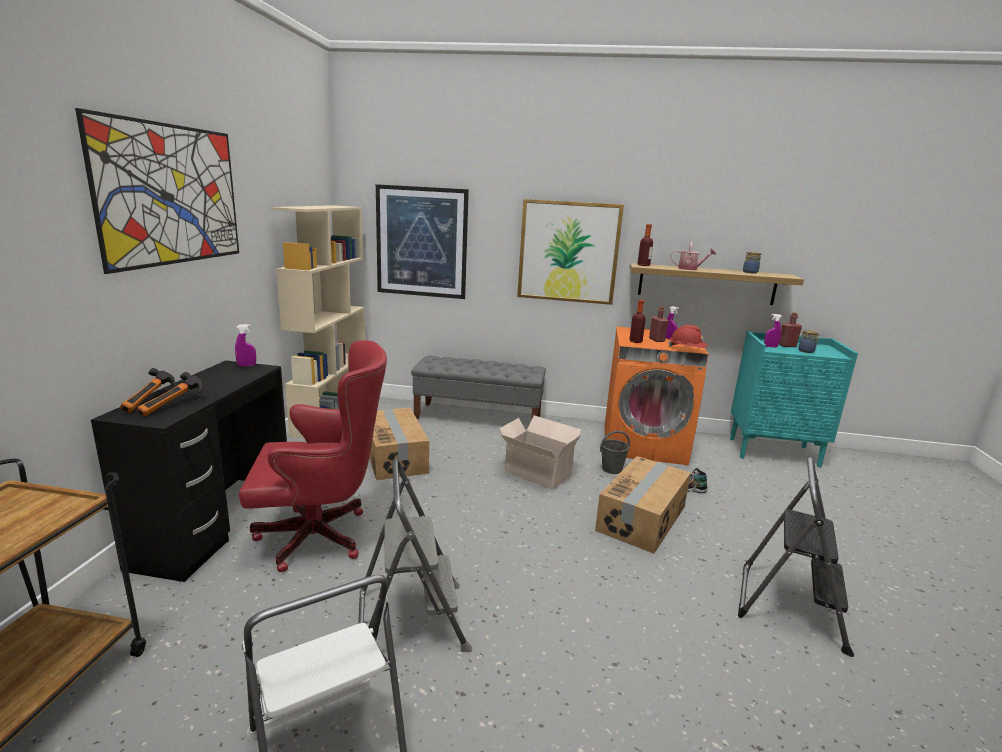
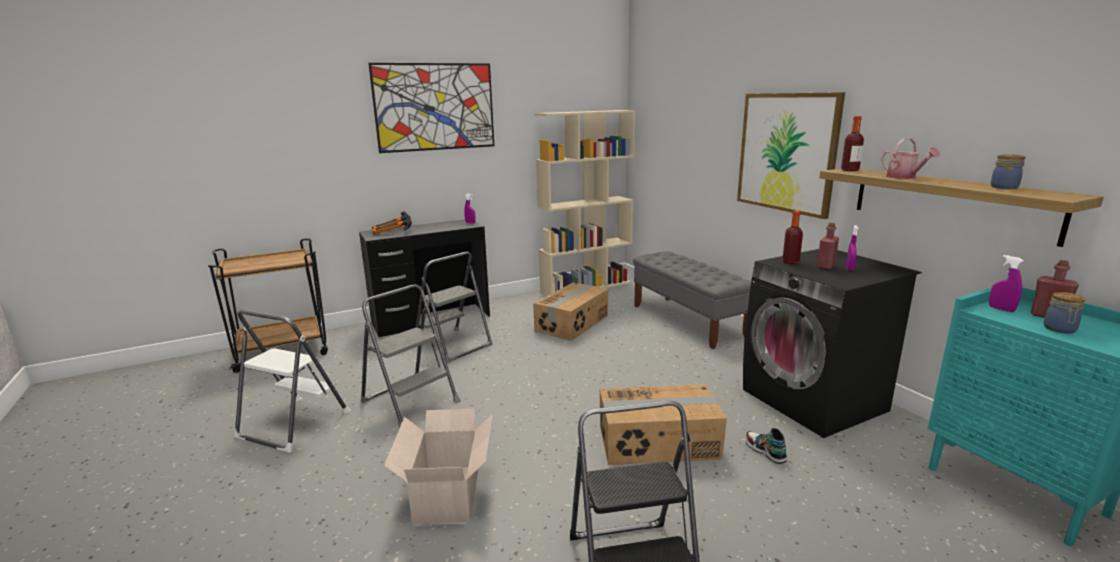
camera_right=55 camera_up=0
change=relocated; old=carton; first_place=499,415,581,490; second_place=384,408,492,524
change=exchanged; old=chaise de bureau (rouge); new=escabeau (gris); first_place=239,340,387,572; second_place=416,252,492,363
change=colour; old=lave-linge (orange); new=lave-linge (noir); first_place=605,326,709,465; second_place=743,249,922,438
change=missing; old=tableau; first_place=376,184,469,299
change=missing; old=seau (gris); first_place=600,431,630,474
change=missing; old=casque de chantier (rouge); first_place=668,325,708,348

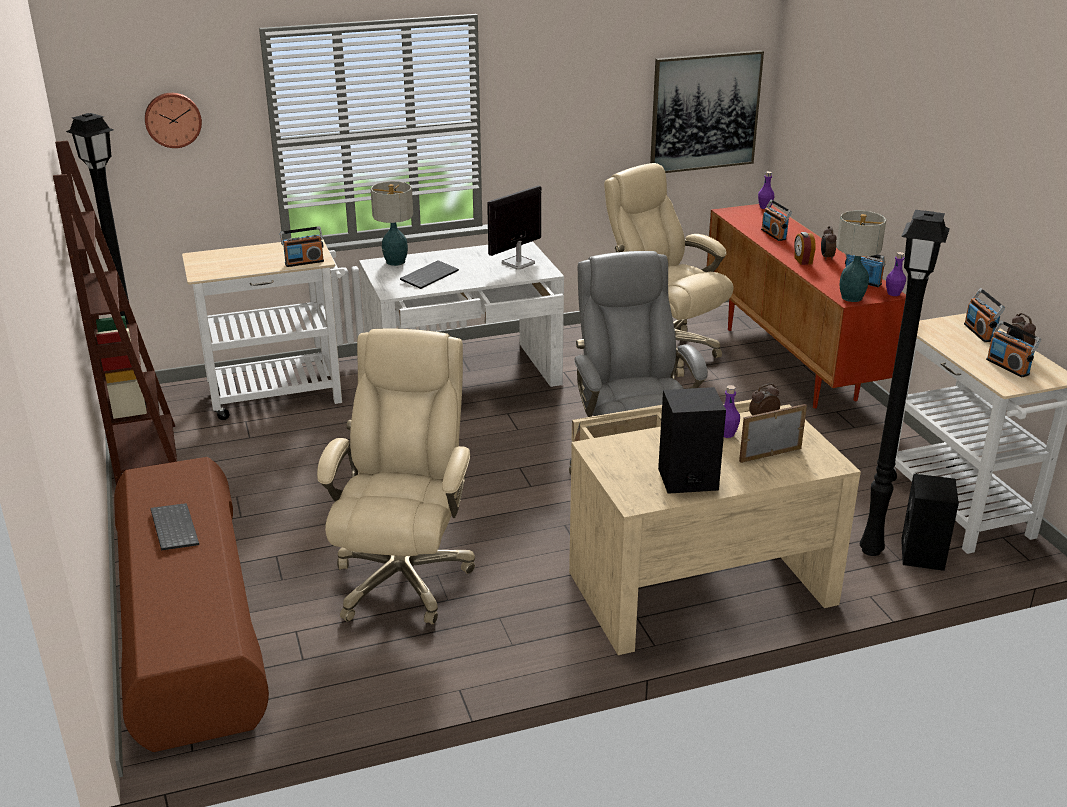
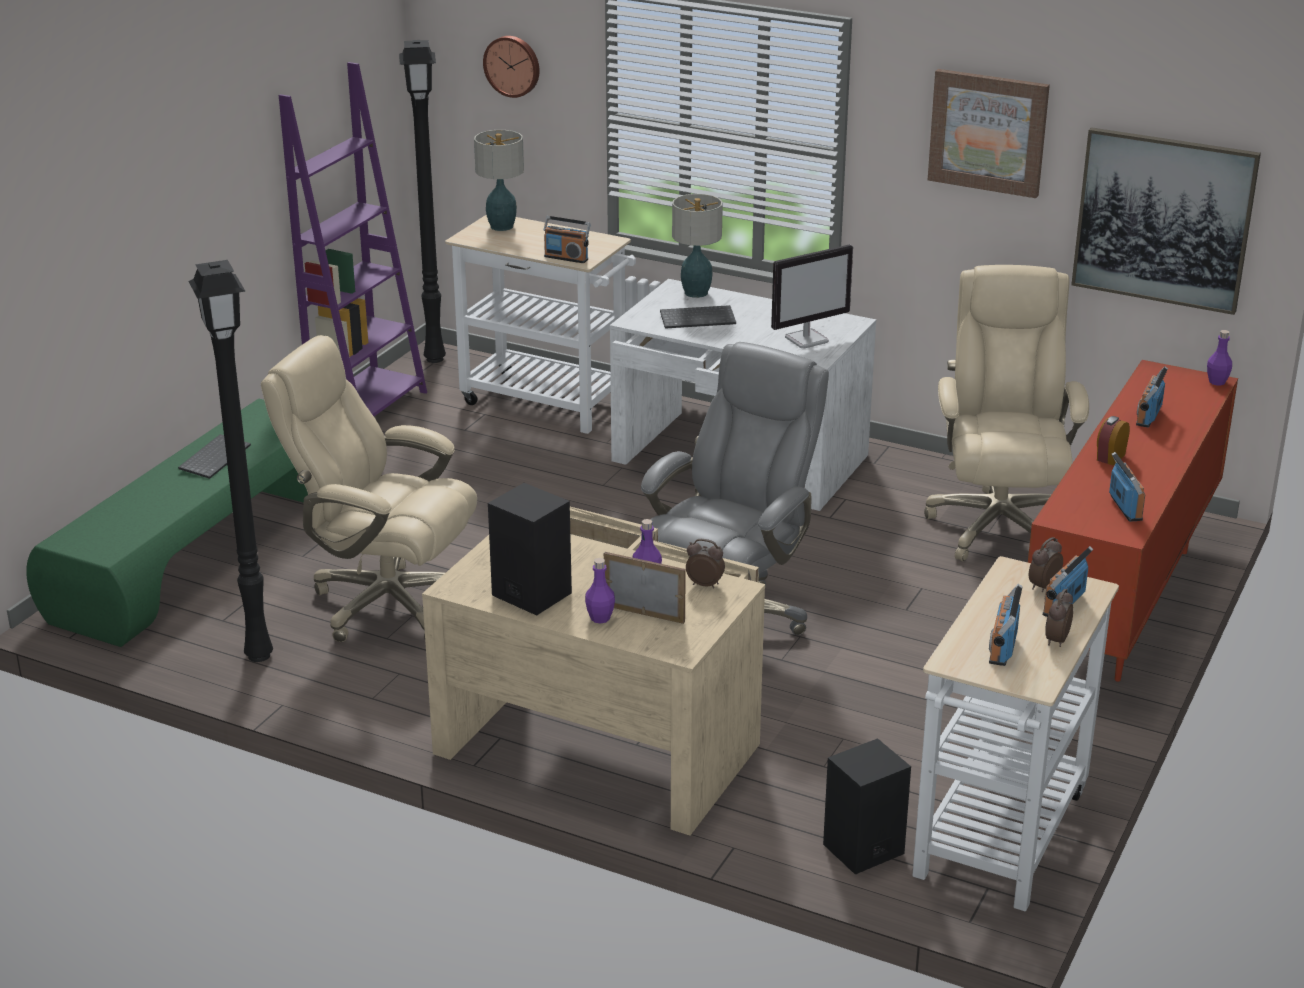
camera_right=45 camera_up=0
change=colour; old=banc (marron); new=banc (vert); first_place=114,457,269,752; second_place=26,399,308,647
change=relocated; old=lampadaire (noir); first_place=860,210,950,556; second_place=188,260,273,662
change=spun; old=chaise de bureau (beige); first_place=317,329,475,624; second_place=261,335,477,642; degrees=-120
change=colour; old=bibliothèque (marron); new=bibliothèque (violet); first_place=53,141,177,485; second_place=279,62,427,416
change=relocated; old=lampe de table; first_place=836,211,886,302; second_place=474,130,524,231
change=relocated; old=bouteille (violet); first_place=886,252,906,296; second_place=585,558,615,624
change=spun; old=écran d'ordinateur; first_place=487,185,541,270; second_place=771,244,853,348; degrees=150
change=appeared; new=tableau; second_place=928,69,1050,198
change=relocated; old=réveil; first_place=821,226,837,260; second_place=1029,537,1063,592

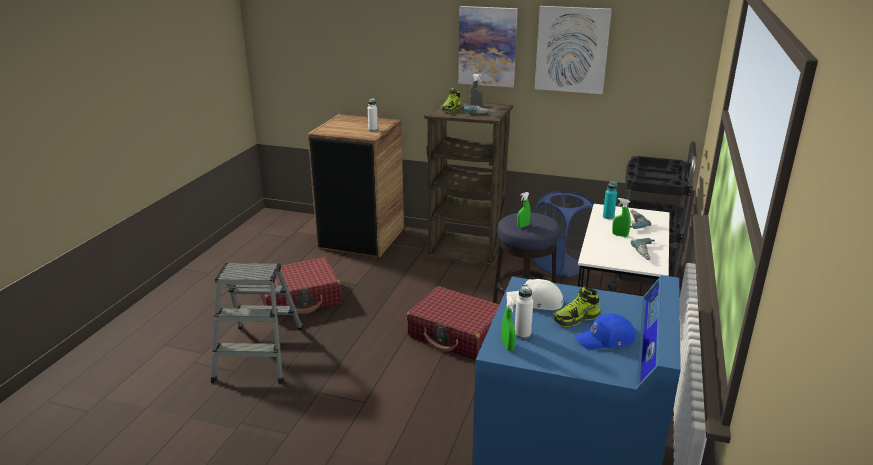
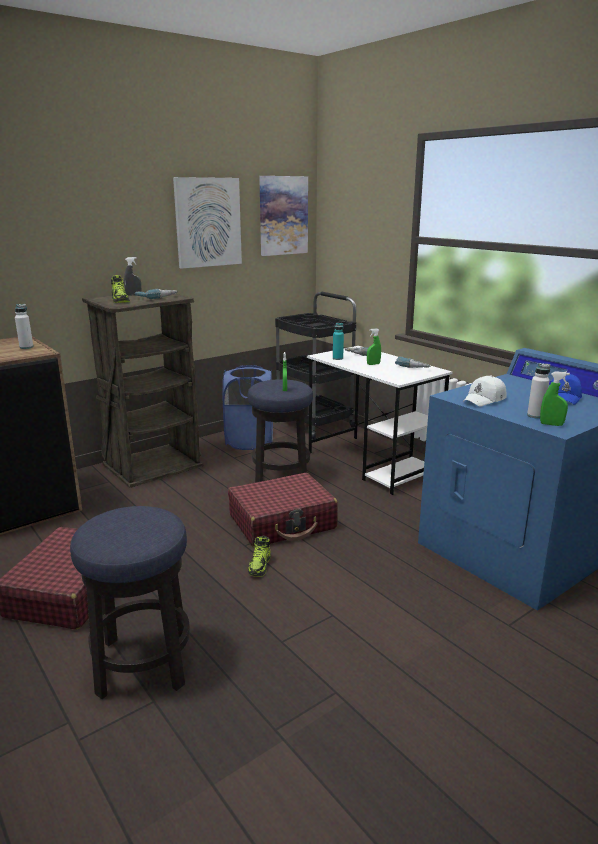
camera_right=-55 camera_up=-5
change=exchanged; old=escabeau (gris); new=tabouret; first_place=211,263,303,384; second_place=70,506,190,699
change=relocated; old=chaussure; first_place=553,287,600,327; second_place=248,536,271,577
change=relocated; old=tableau; first_place=458,6,518,88; second_place=259,176,308,256

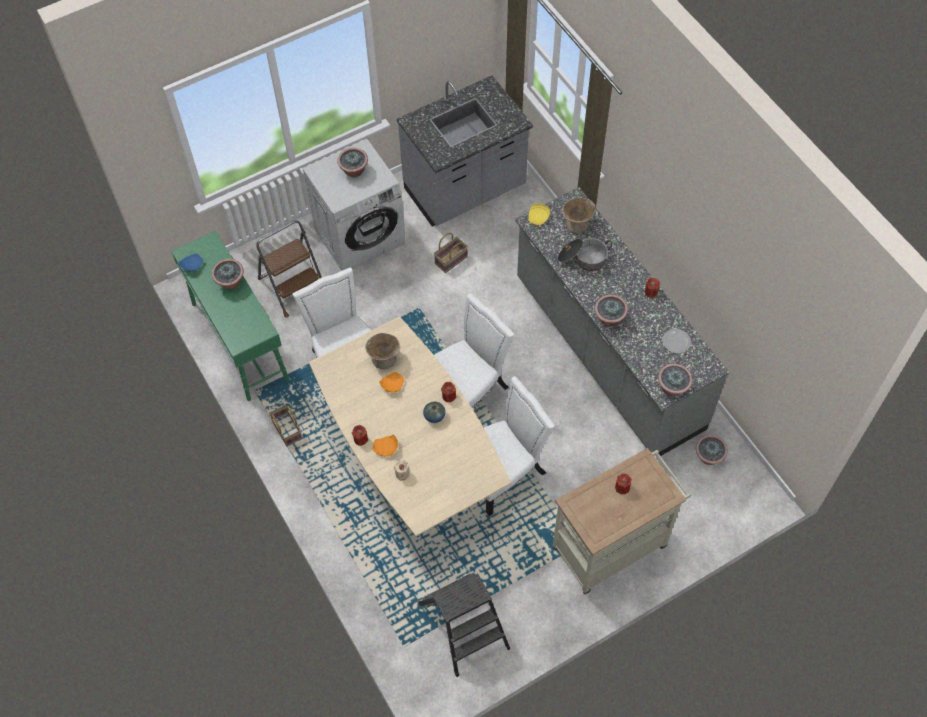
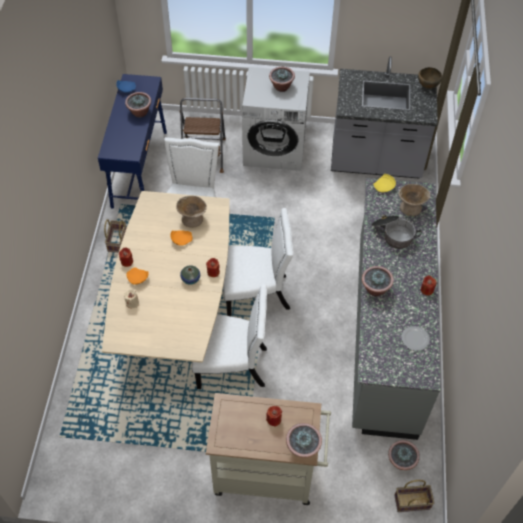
camera_right=35 camera_up=-5
change=colour; old=table console (vert); new=table console (bleu); first_place=171,231,290,401; second_place=98,74,167,209
change=relocated; old=plante en pot; first_place=658,364,692,396; second_place=286,423,322,458
change=relocated; old=panier; first_place=434,233,468,273; second_place=394,480,434,512
change=appeared; new=bol (marron); second_place=418,67,442,89
change=missing; old=escabeau (noir); first_place=417,573,510,677

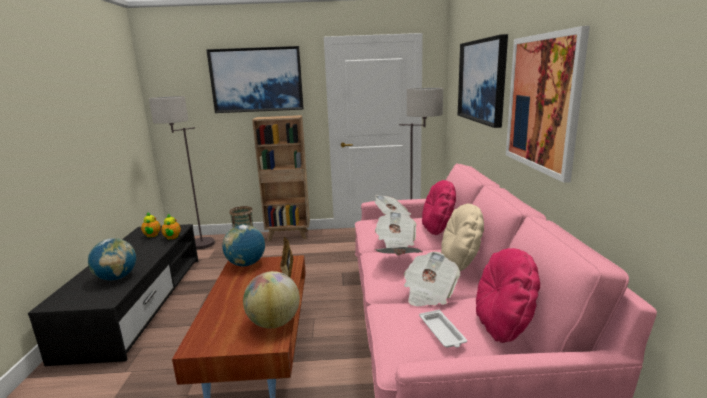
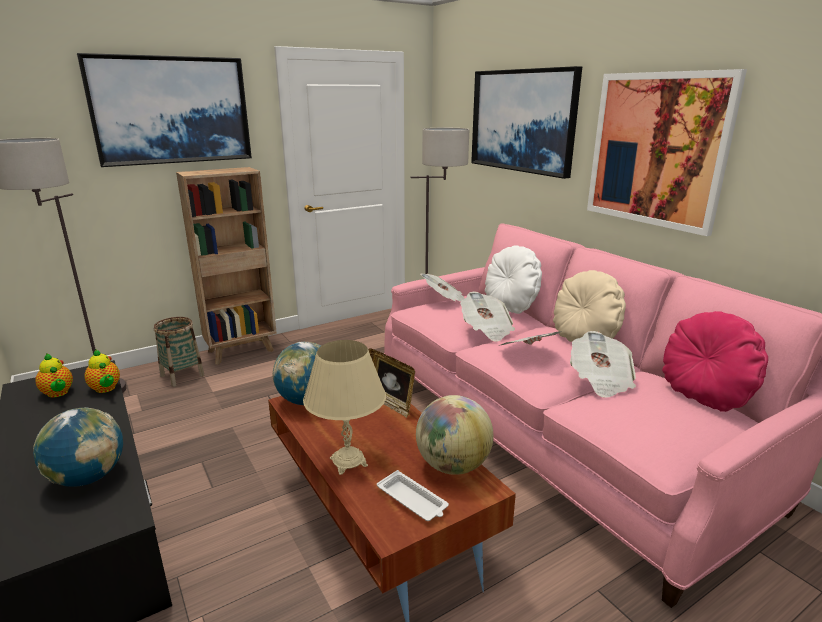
camera_right=-30 camera_up=5
change=appeared; new=lampe de table (beige); second_place=303,340,386,475
change=relocated; old=plateau (blanc); first_place=419,310,467,348; second_place=377,470,449,521
change=colour; old=coussin (rose); new=coussin (blanc); first_place=422,180,456,235; second_place=485,246,542,314

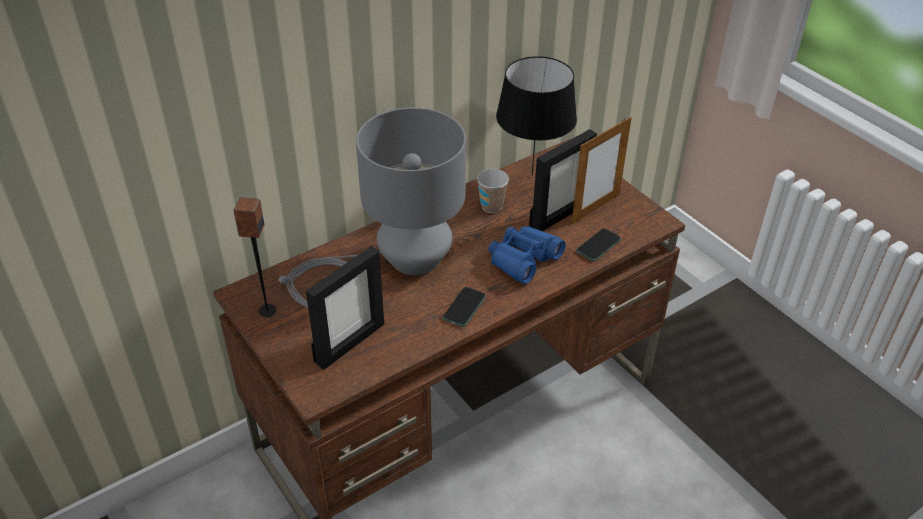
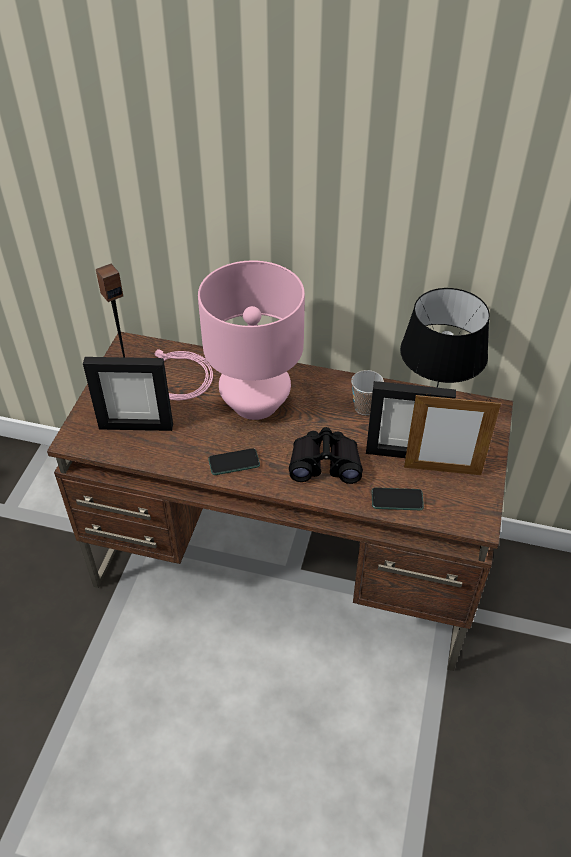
camera_right=50 camera_up=5
change=colour; old=lampe de table (gris); new=lampe de table (rose); first_place=279,107,466,308; second_place=154,260,305,420
change=colour; old=jumelles (bleu); new=jumelles (noir); first_place=488,226,566,284; second_place=289,427,363,484

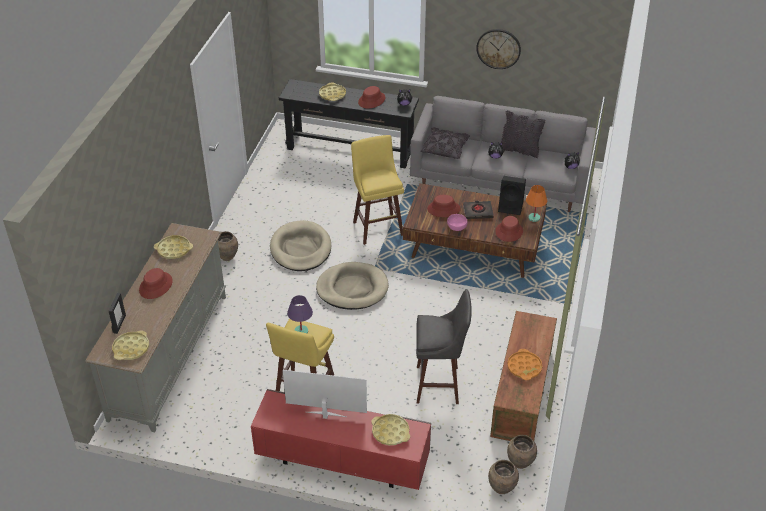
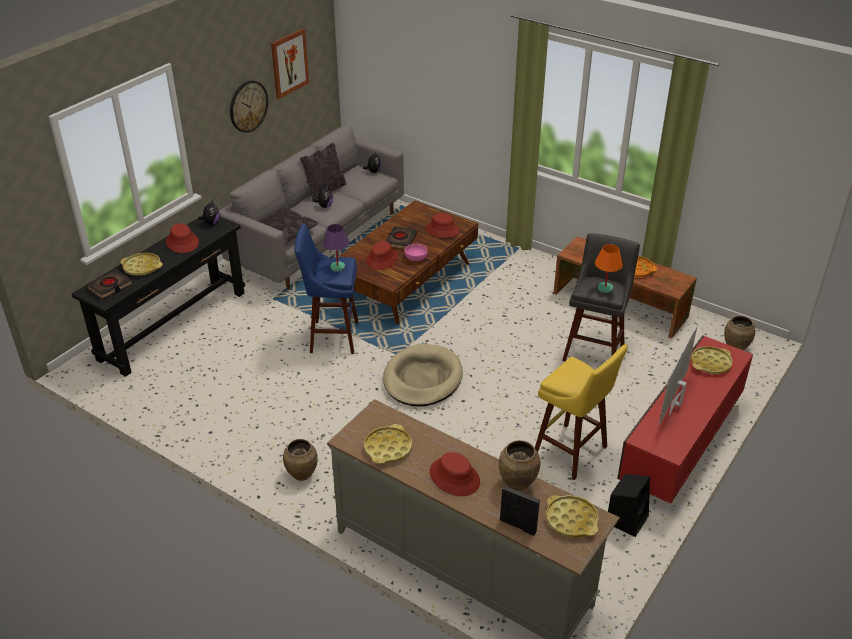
camera_right=-70 camera_up=-5
change=appeared; new=livre (noir); second_place=86,269,133,299
change=appeared; new=tableau; second_place=271,29,309,99
change=colour; old=tabouret (jaune); new=tabouret (bleu); first_place=351,135,404,245; second_place=295,223,358,354
change=relocated; old=lampe de table (violet); first_place=287,295,313,334; second_place=323,224,350,272
change=relocated; old=vase (marron); first_place=507,435,537,469; second_place=499,440,540,491
change=relocated; old=lampe de table (orange); first_place=526,185,547,222; second_place=595,244,623,293
change=relocated; old=enceinte (noir); first_place=498,176,526,215; second_place=608,474,650,537
change=missing; old=panier pour chien (beige); first_place=270,220,331,271

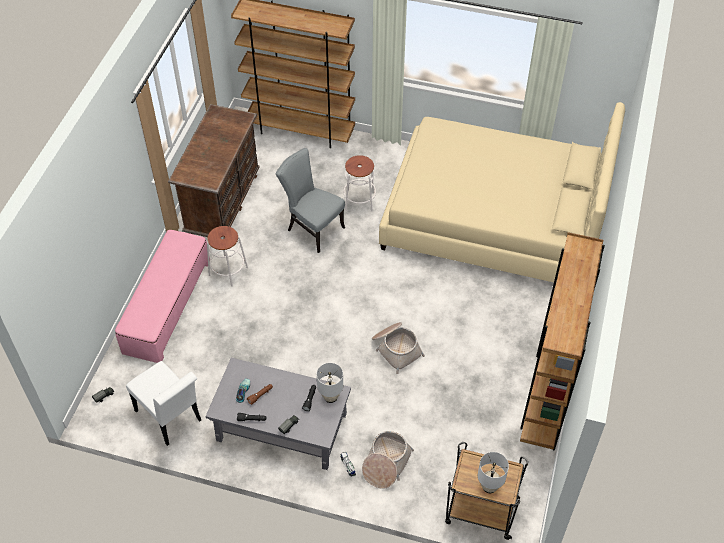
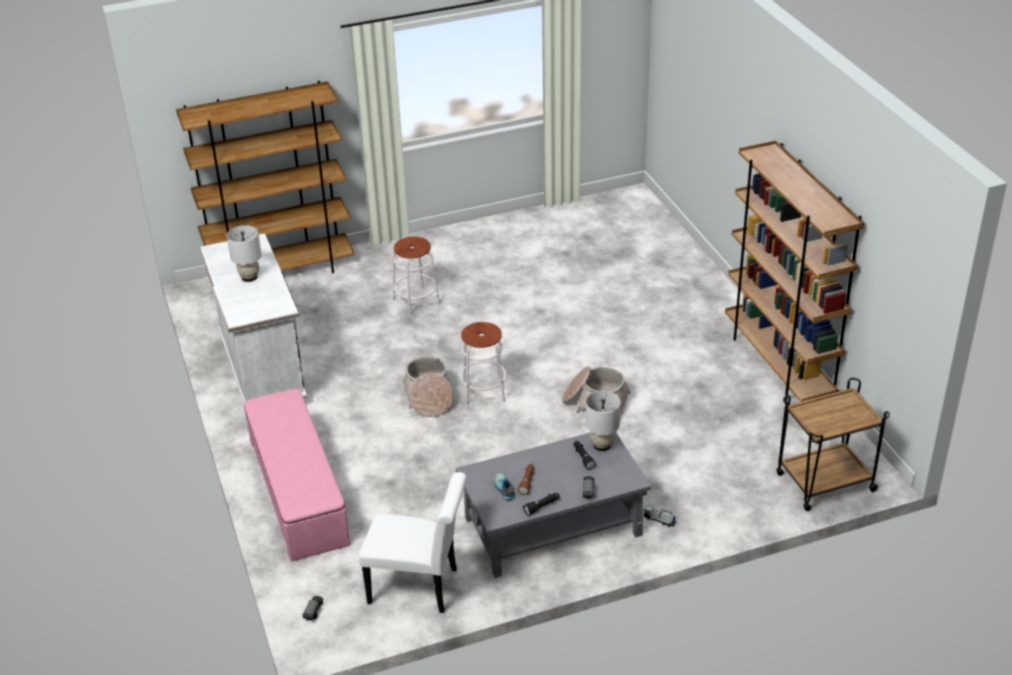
camera_right=-35 camera_up=-15
change=colour; old=commode (marron); new=commode (blanc); first_place=168,104,260,239; second_place=199,233,307,403
change=relocated; old=lampe de table (blanc); first_place=478,452,509,493; second_place=227,225,262,282
change=relocated; old=panier; first_place=362,431,414,489; second_place=403,357,453,417
change=relocated; old=tabouret (blanc); first_place=207,226,248,287; second_place=460,322,507,405
change=missing; old=chaise (gris); first_place=275,148,345,253
change=missing; old=lit (beige); first_place=379,102,625,282

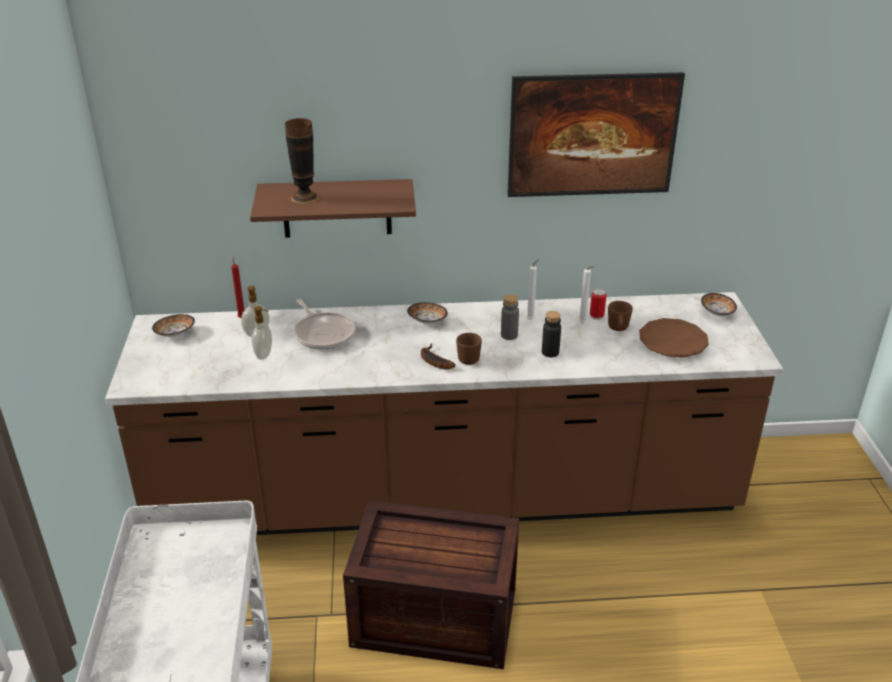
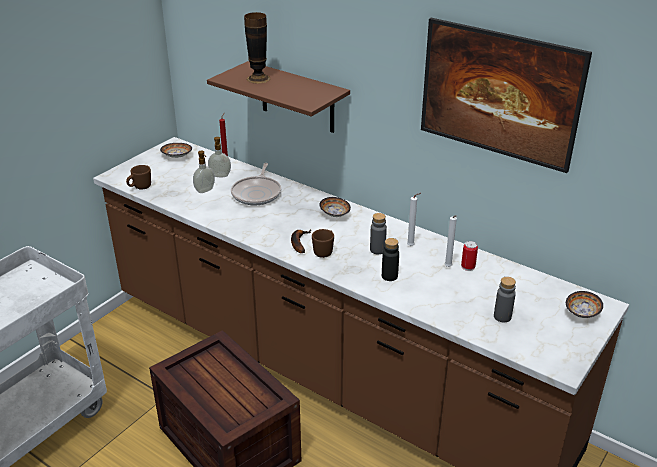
camera_right=40 camera_up=0
change=relocated; old=mug (marron); first_place=608,301,633,331; second_place=126,165,151,190
change=exchanged; old=assiette (marron); new=bouteille (gris); first_place=639,318,709,358; second_place=494,277,516,322

